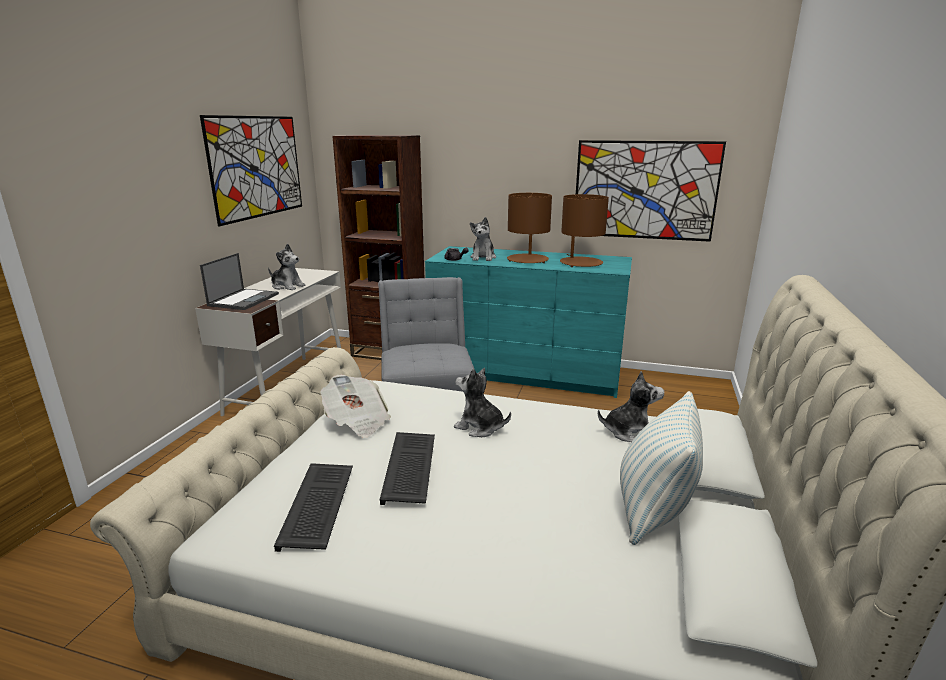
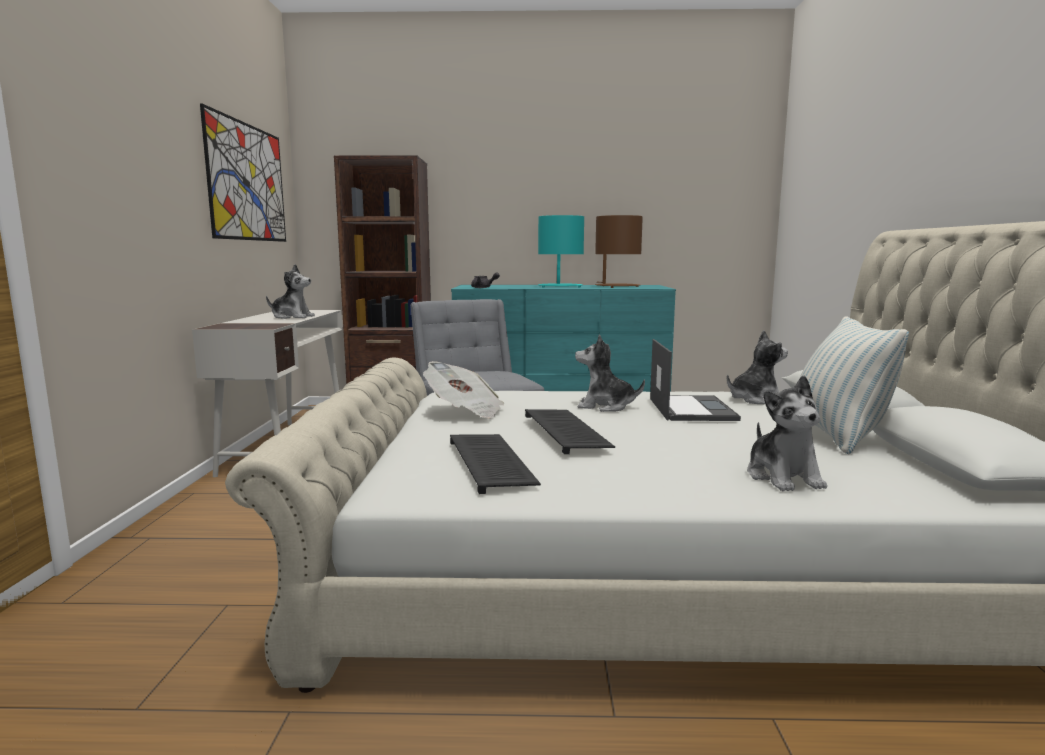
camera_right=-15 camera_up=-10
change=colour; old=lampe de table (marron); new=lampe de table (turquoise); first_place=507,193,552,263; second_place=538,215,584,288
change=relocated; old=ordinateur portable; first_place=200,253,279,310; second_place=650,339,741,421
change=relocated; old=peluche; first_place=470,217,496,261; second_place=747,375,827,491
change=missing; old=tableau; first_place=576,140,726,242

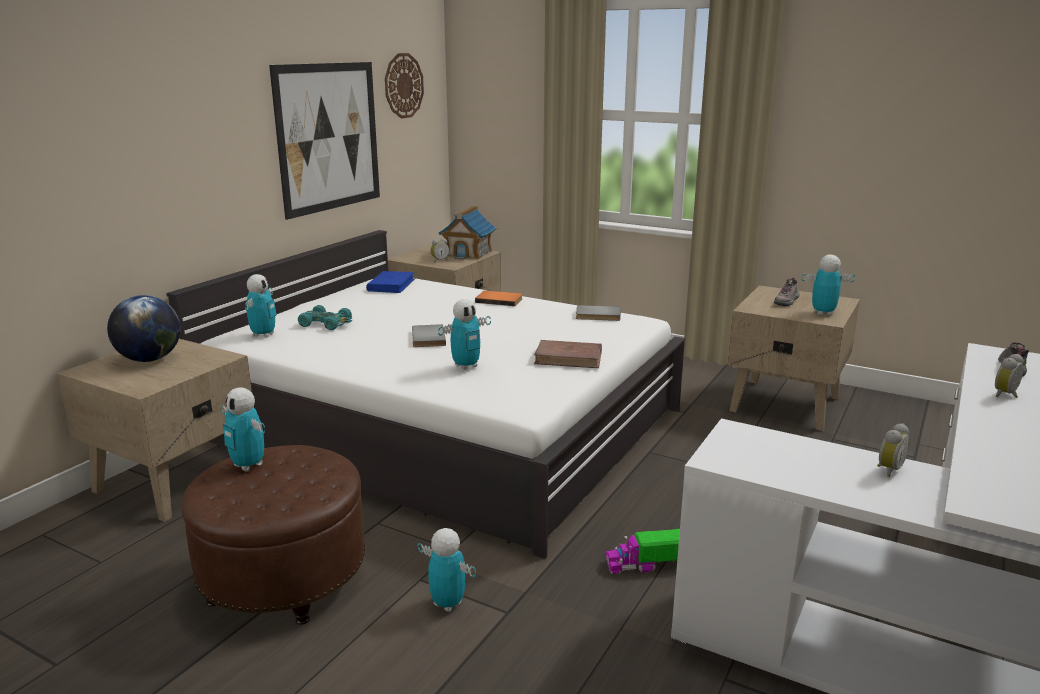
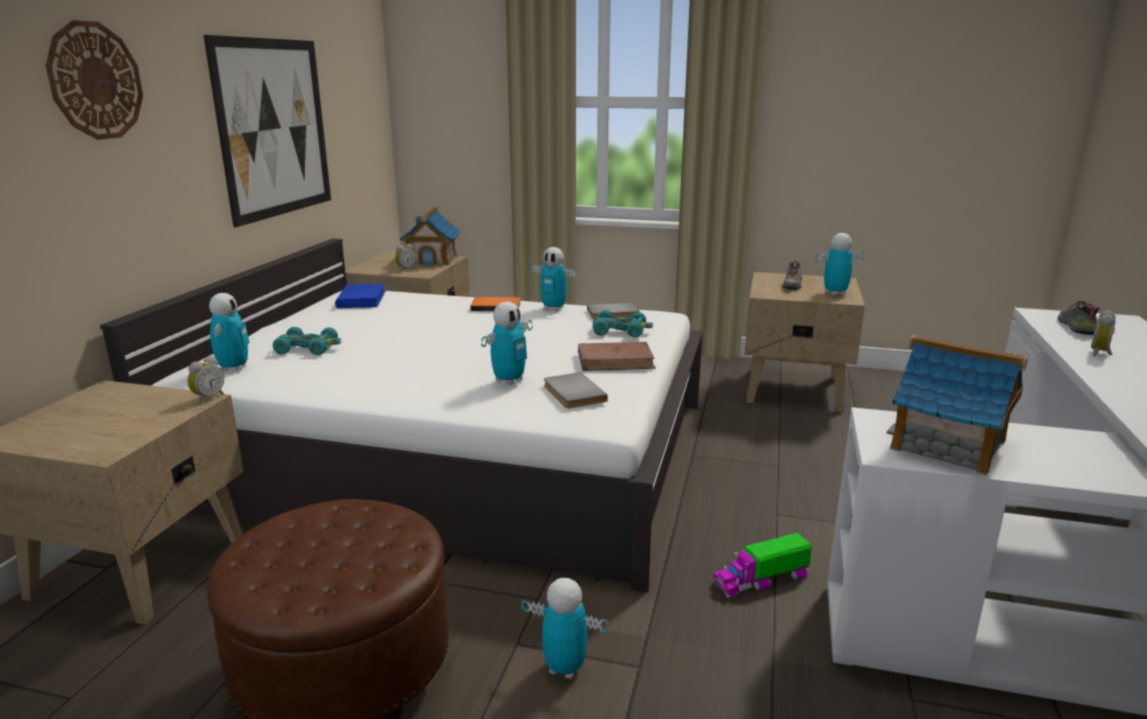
camera_right=-15 camera_up=0
change=relocated; old=horloge murale; first_place=385,53,424,118; second_place=46,20,143,140
change=relocated; old=réveil; first_place=877,423,910,477; second_place=187,356,224,404
change=relocated; old=robot jouet; first_place=221,387,265,471; second_place=529,247,579,311
change=relocated; old=livre (gris); first_place=412,324,446,347; second_place=544,372,608,408
change=appeared; new=petite voiture (turquoise); second_place=592,310,653,338
change=appeared; new=maison miniature; second_place=887,335,1028,476
change=missing; old=globe; first_place=107,295,181,362

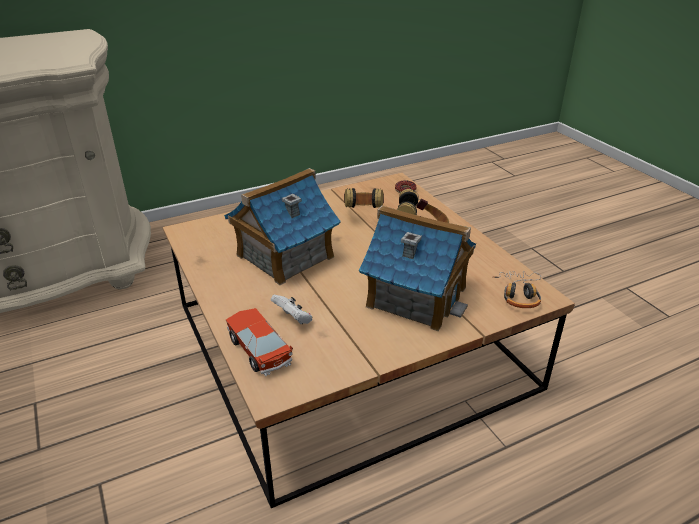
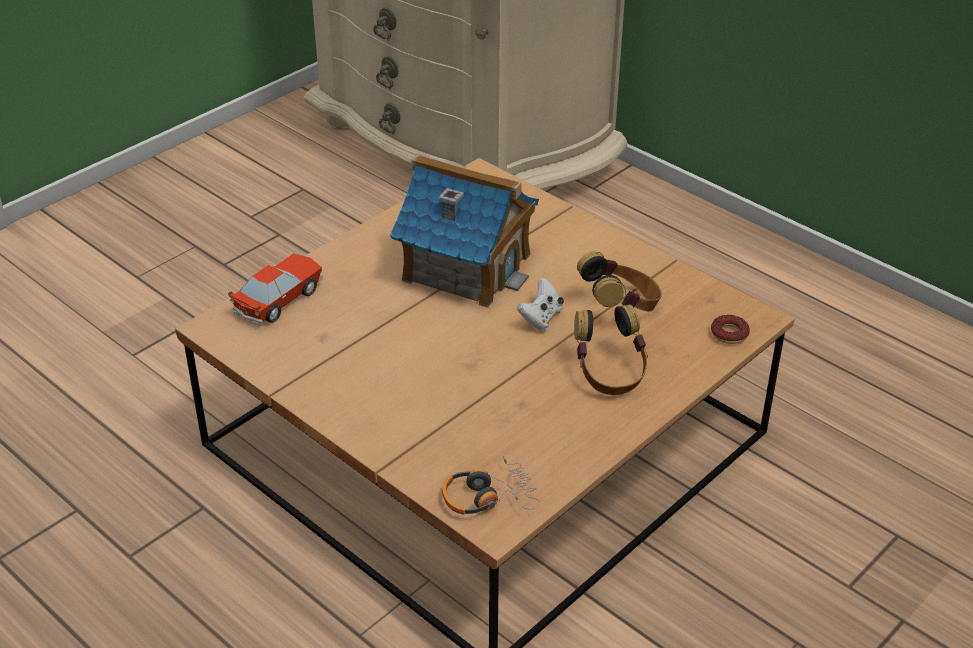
camera_right=70 camera_up=5
change=relocated; old=manette (blanc); first_place=271,295,312,324; second_place=517,278,564,330
change=missing; old=maison miniature; first_place=359,205,476,331

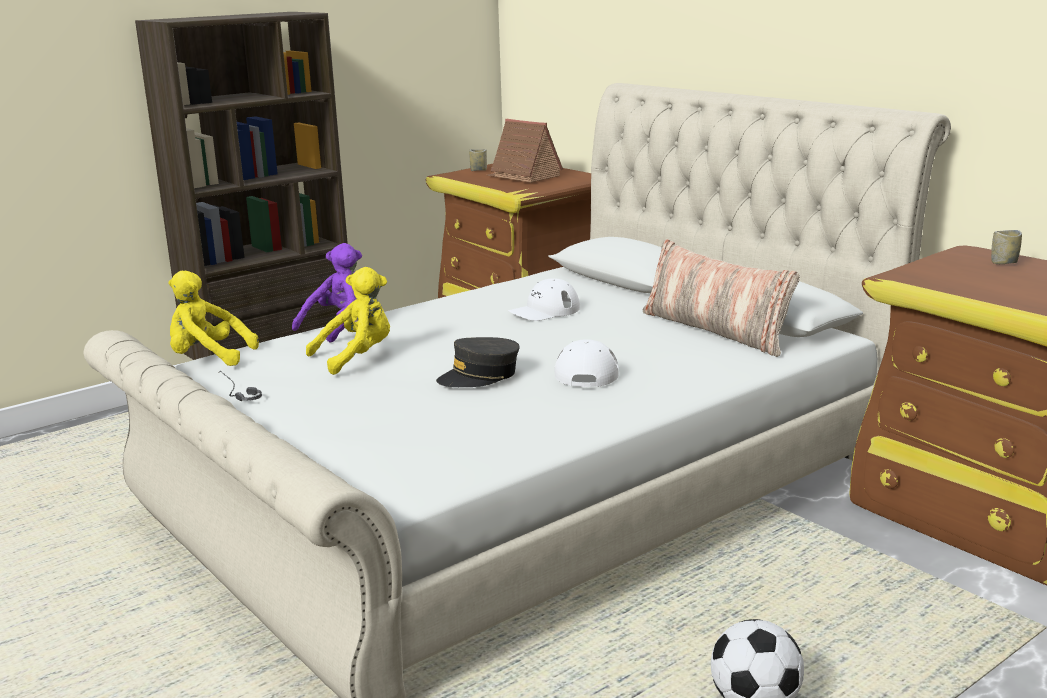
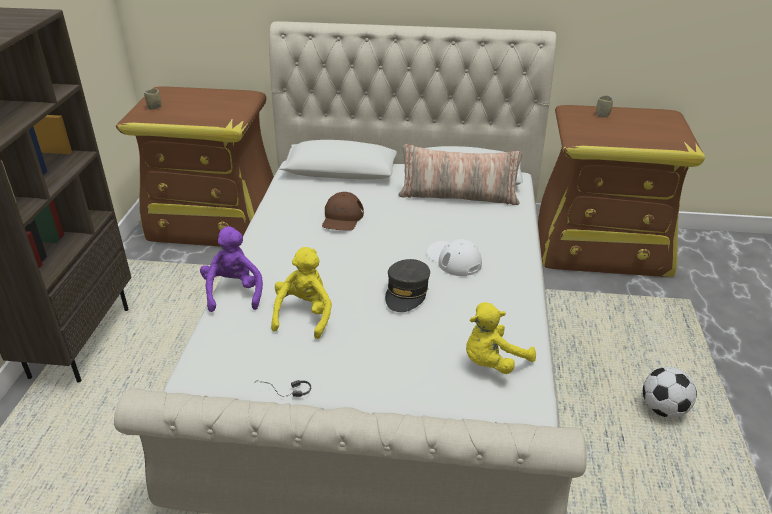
camera_right=-45 camera_up=15
change=colour; old=casquette (blanc); new=casquette (marron); first_place=508,278,580,321; second_place=322,192,364,231
change=relocated; old=peluche (jaune); first_place=168,271,259,366; second_place=466,302,536,374
change=missing; old=maison miniature; first_place=487,119,563,183

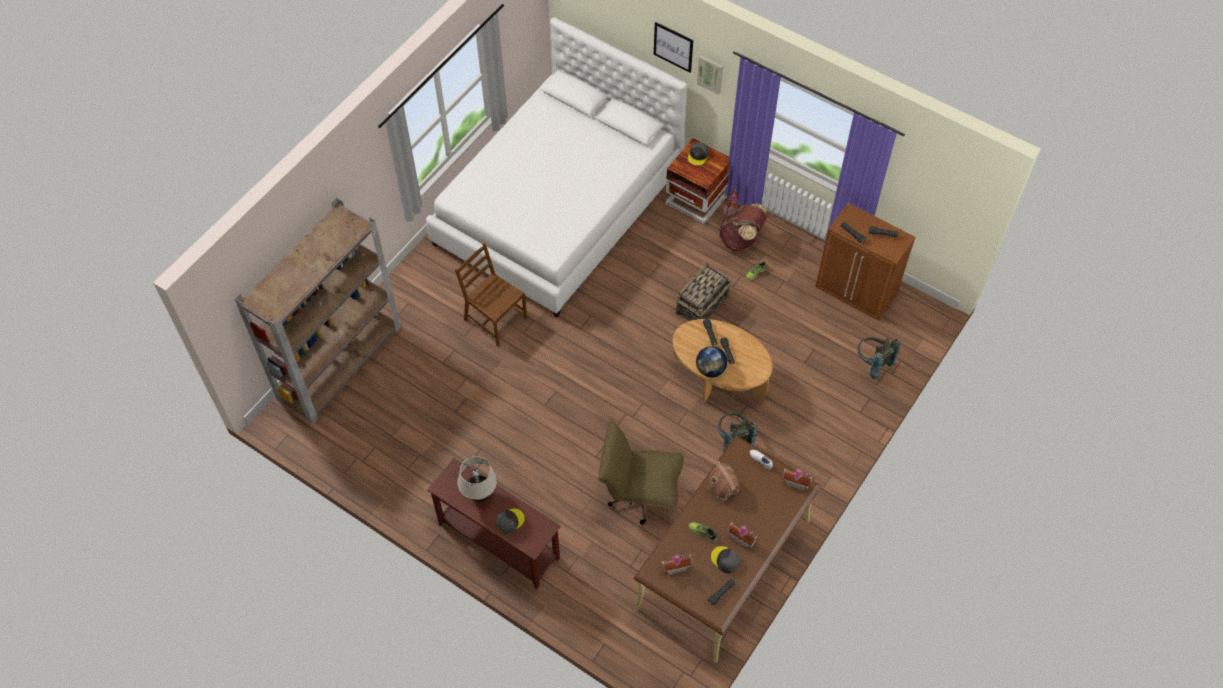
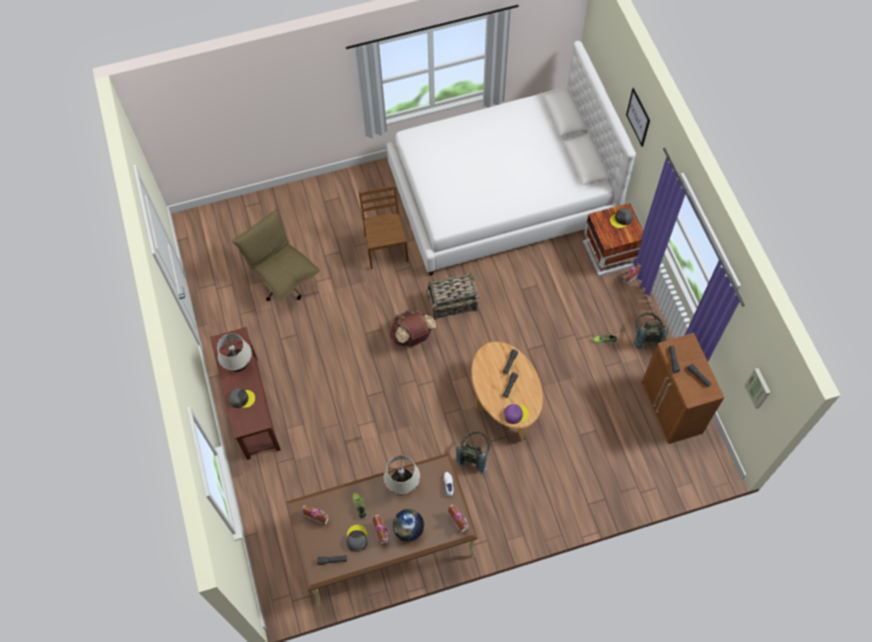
camera_right=40 camera_up=5
change=relocated; old=chaise de bureau (beige); first_place=598,419,684,525; second_place=232,209,320,301
change=exchanged; old=maison miniature; new=lampe de table (beige); first_place=706,461,740,502; second_place=384,455,420,494
change=relocated; old=sac à dos (marron); first_place=719,203,768,251; second_place=390,310,436,347
change=relocated; old=globe; first_place=696,346,727,377; second_place=393,509,424,541
change=relocated; old=panier; first_place=676,262,731,321; second_place=427,273,479,320
change=appeared; new=casquette (violet); second_place=504,404,529,424
change=relocated; old=sac à dos (gris); first_place=857,337,901,379; second_place=634,313,668,349
change=relocated; old=tableau; first_place=697,55,723,95; second_place=744,368,770,409
change=missing; old=bibliothèque (marron); first_place=234,198,401,424

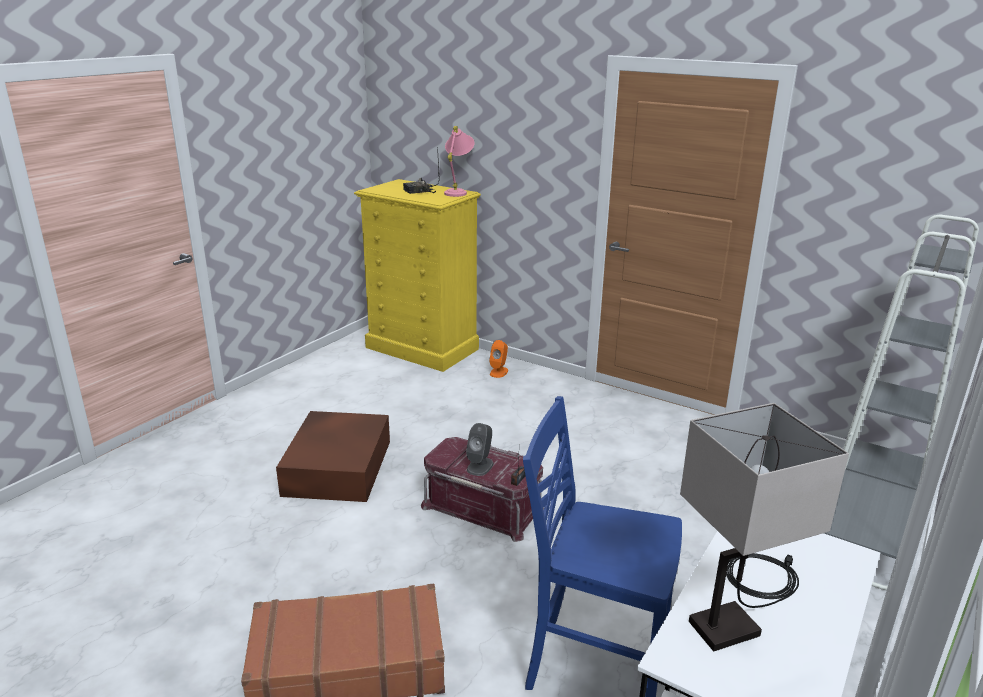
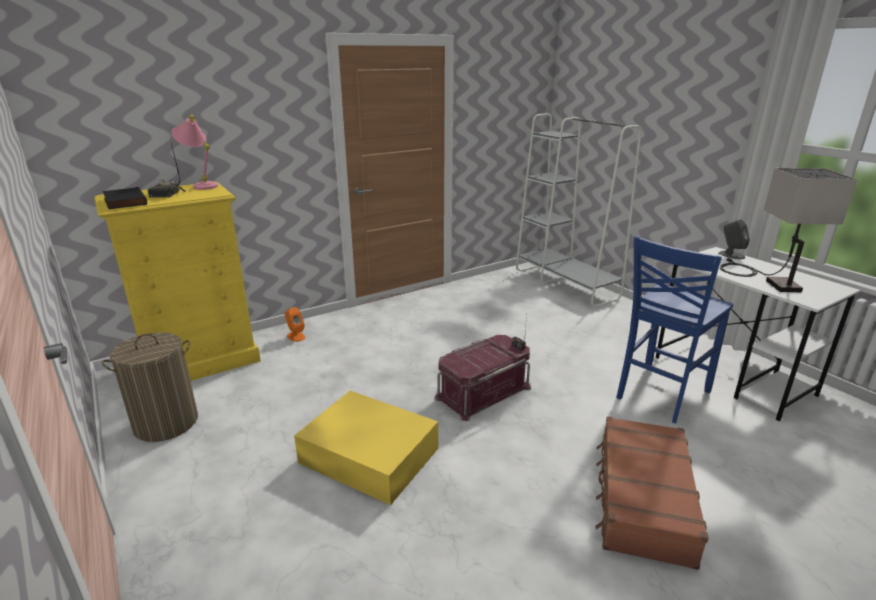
camera_right=-65 camera_up=0
change=appeared; new=panier à linge; second_place=102,332,198,442
change=appeared; new=livre (noir); second_place=103,187,147,209
change=colour; old=boîte de rangement (marron); new=boîte de rangement (jaune); first_place=276,411,390,502; second_place=294,391,438,505
change=relocated; old=enceinte (gris); first_place=466,423,493,476; second_place=718,219,750,259

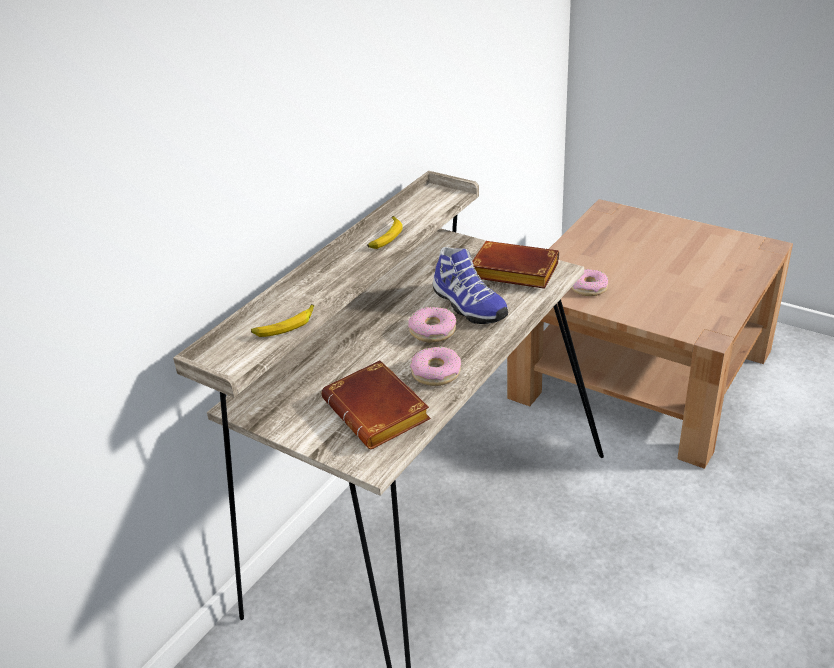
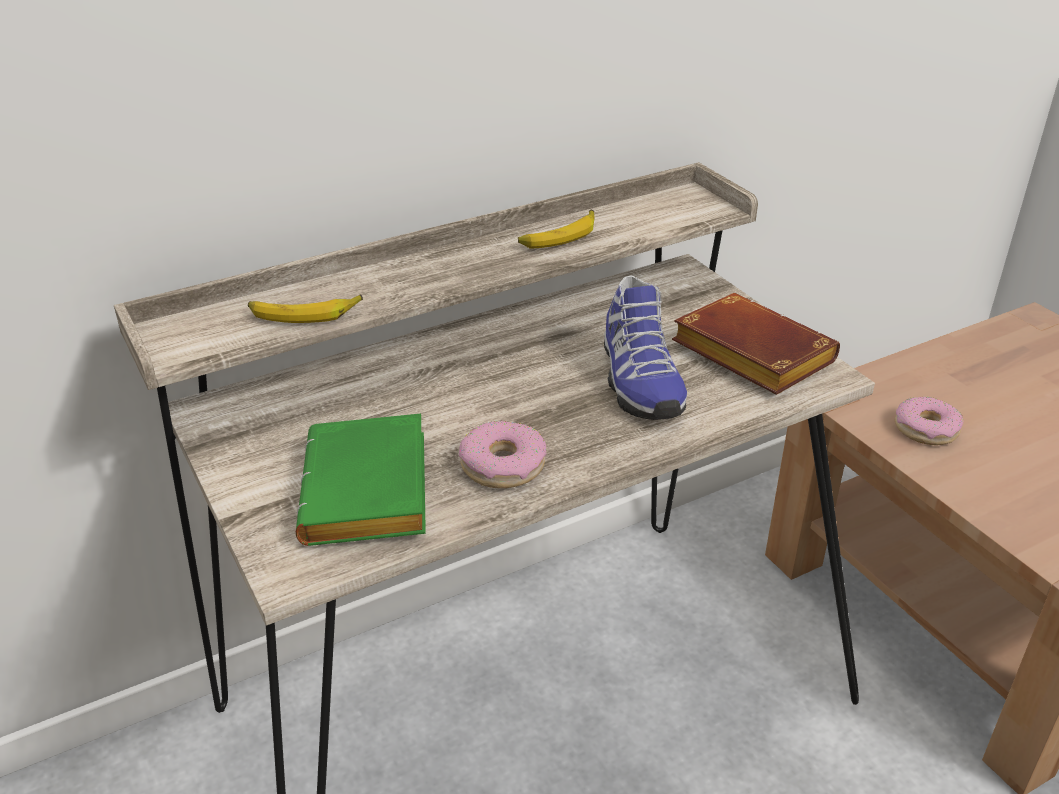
camera_right=25 camera_up=0
change=colour; old=livre (marron); new=livre (vert); first_place=321,360,431,449; second_place=296,414,426,546
change=missing; old=beignet; first_place=408,307,457,342

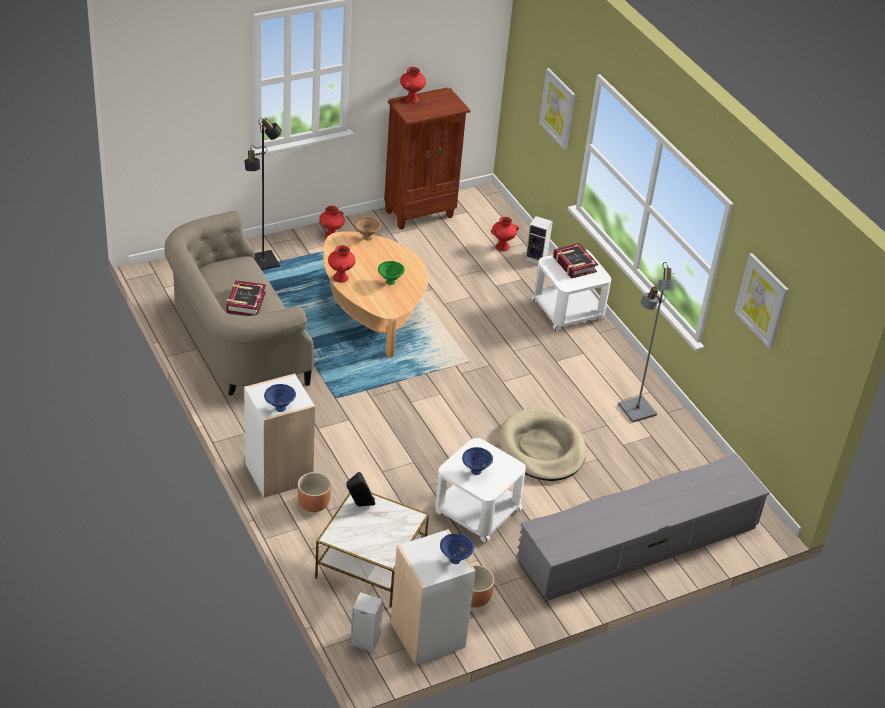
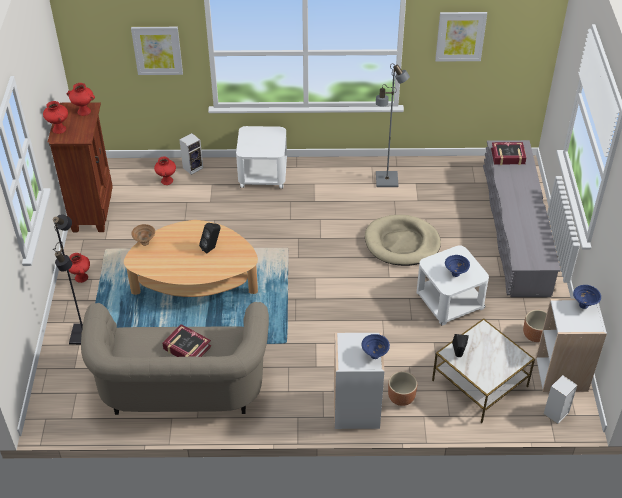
camera_right=-60 camera_up=5
change=relocated; old=vase (rouge); first_place=328,245,355,283; second_place=67,83,95,116
change=exchanged; old=bol (vert); new=enceinte (noir); first_place=378,261,405,285; second_place=199,223,220,254
change=relocated; old=livre; first_place=553,243,598,278; second_place=491,142,526,165

